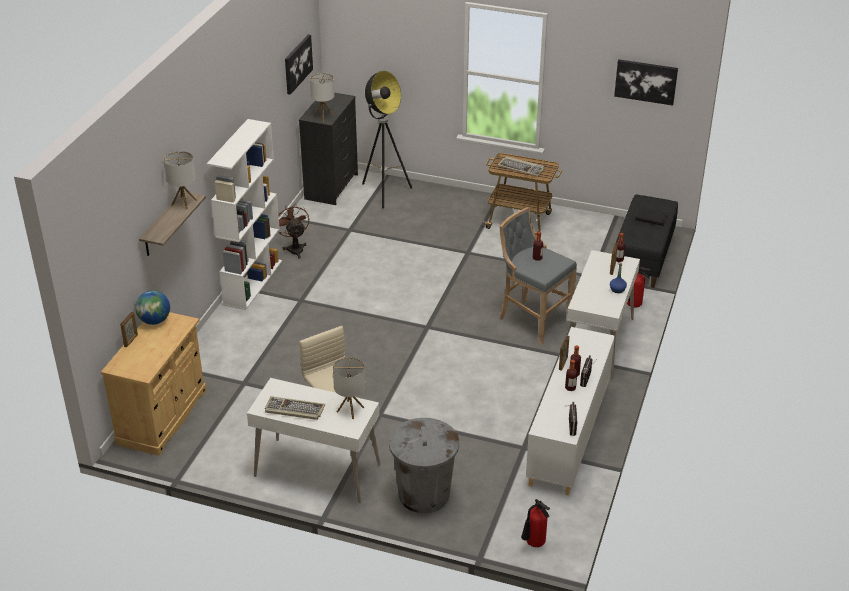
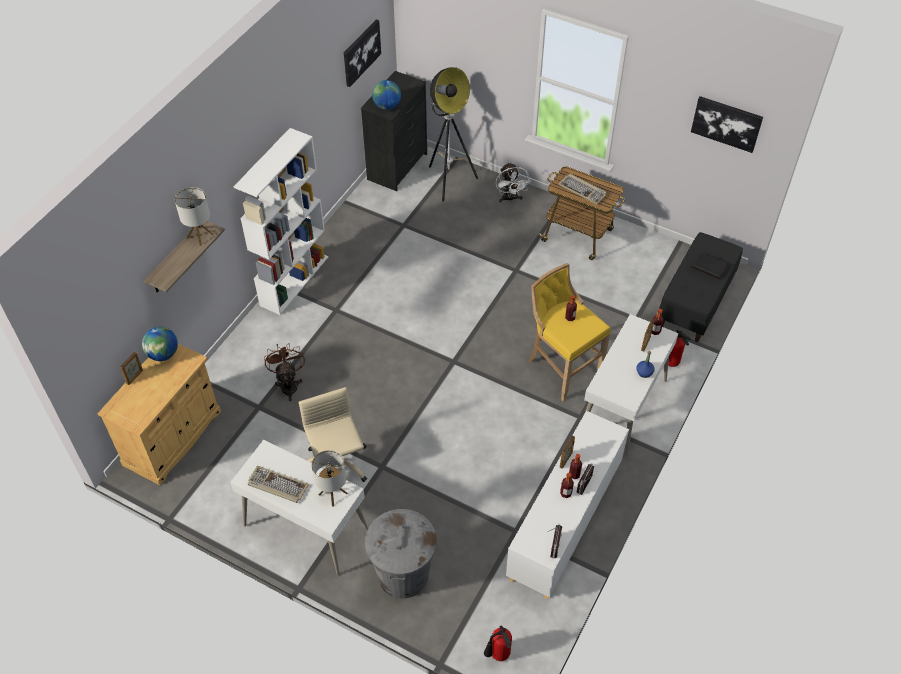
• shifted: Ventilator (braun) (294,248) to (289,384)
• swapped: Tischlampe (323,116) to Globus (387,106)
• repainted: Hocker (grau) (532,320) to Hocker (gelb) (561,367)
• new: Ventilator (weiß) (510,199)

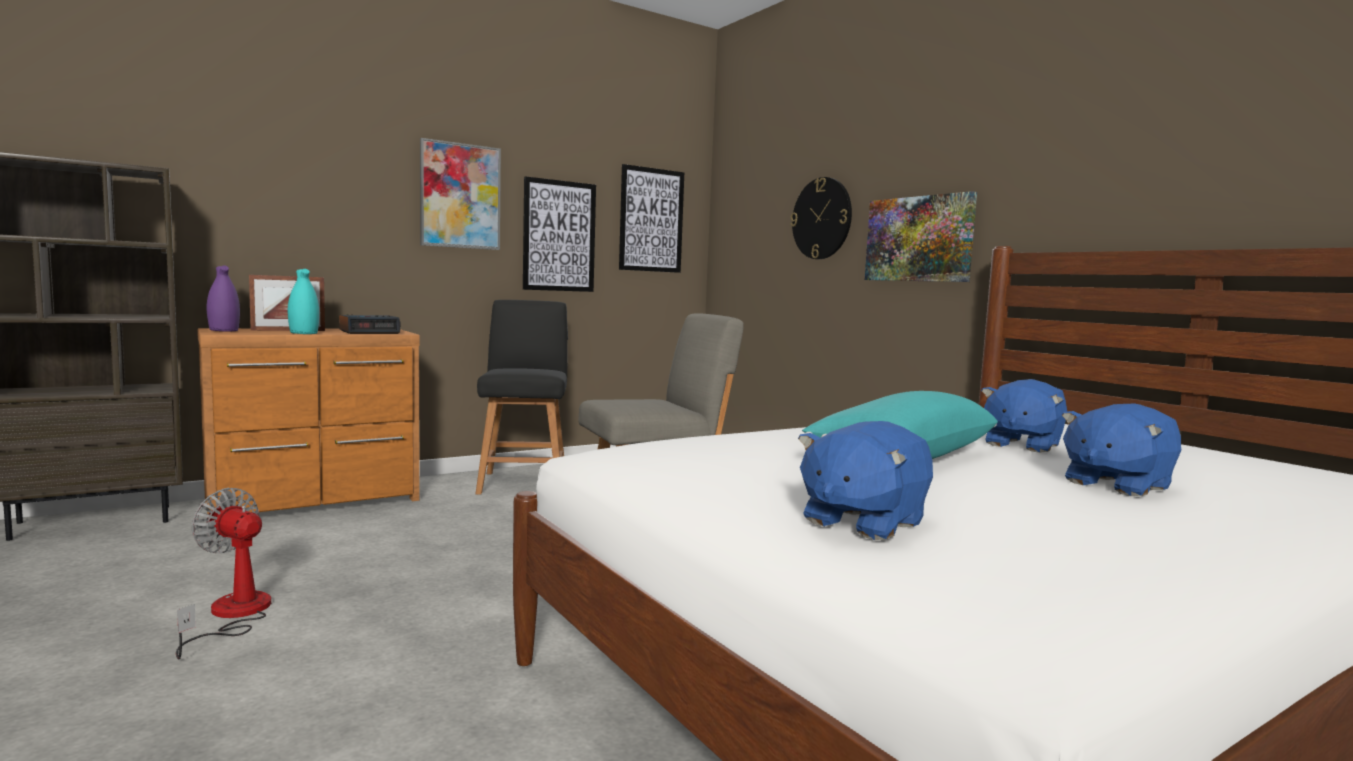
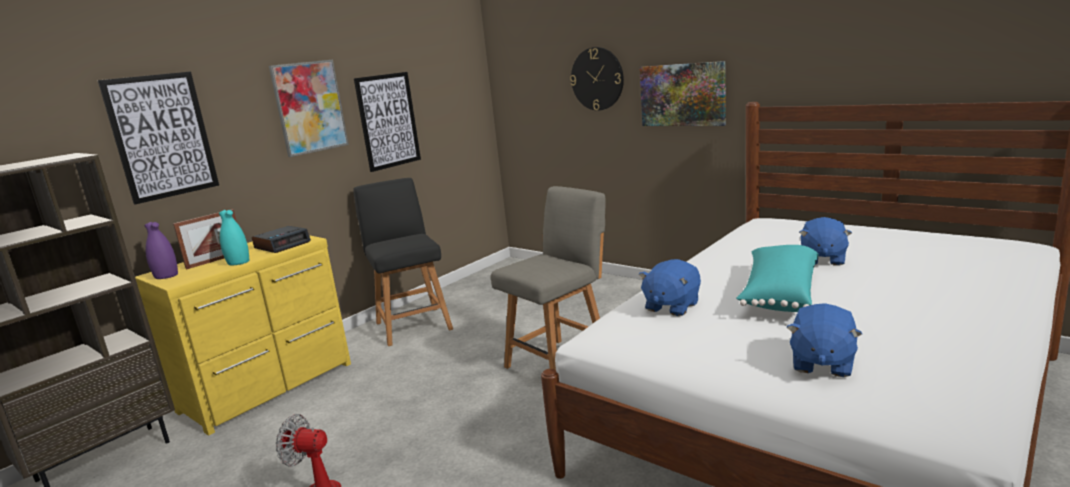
• repainted: Kommode (braun) (316,501) to Kommode (gelb) (270,387)
• shifted: Bild (651,220) to (162,136)
• shifted: Plüschtier (blau) (1115,485) to (671,306)

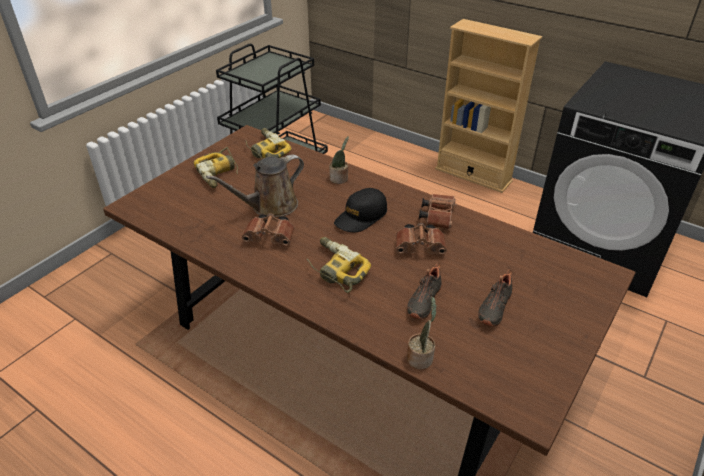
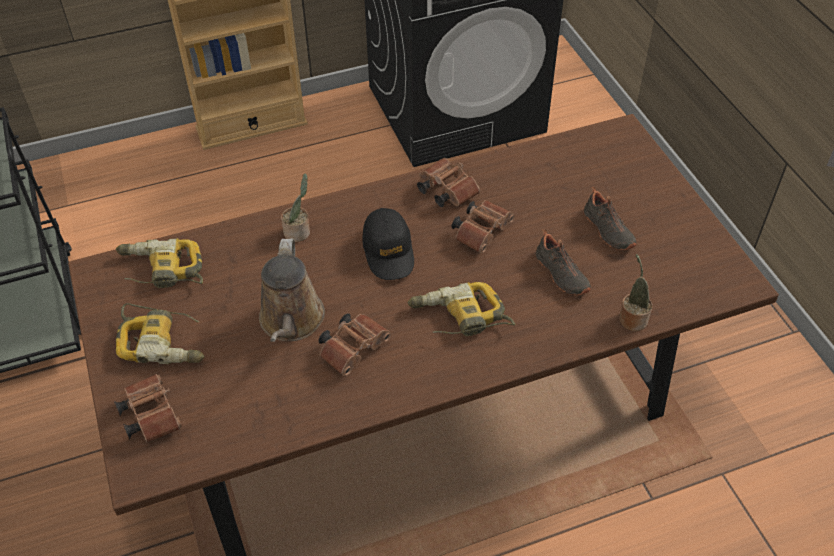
• new: Fernglas (braun) (150,414)

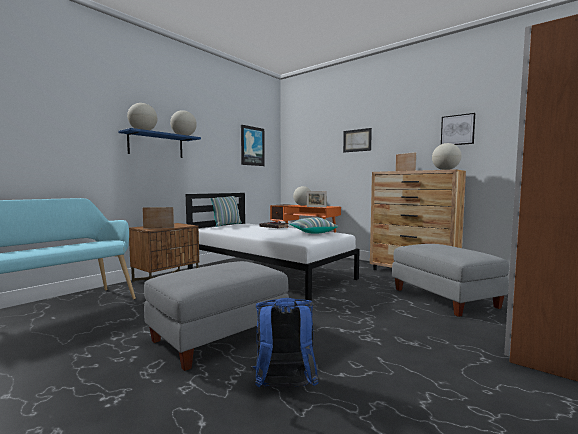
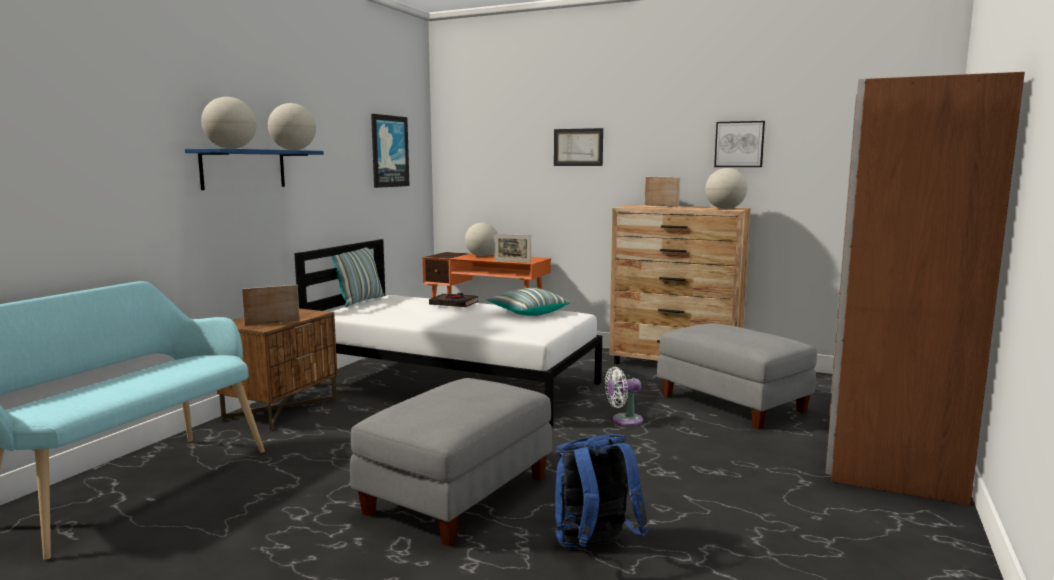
• new: Ventilator (weiß) (624,420)

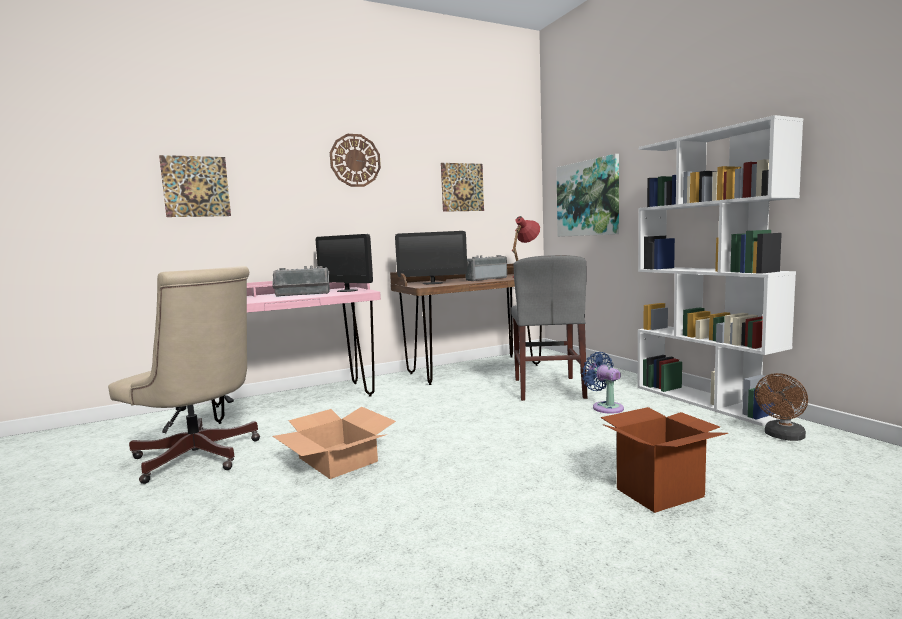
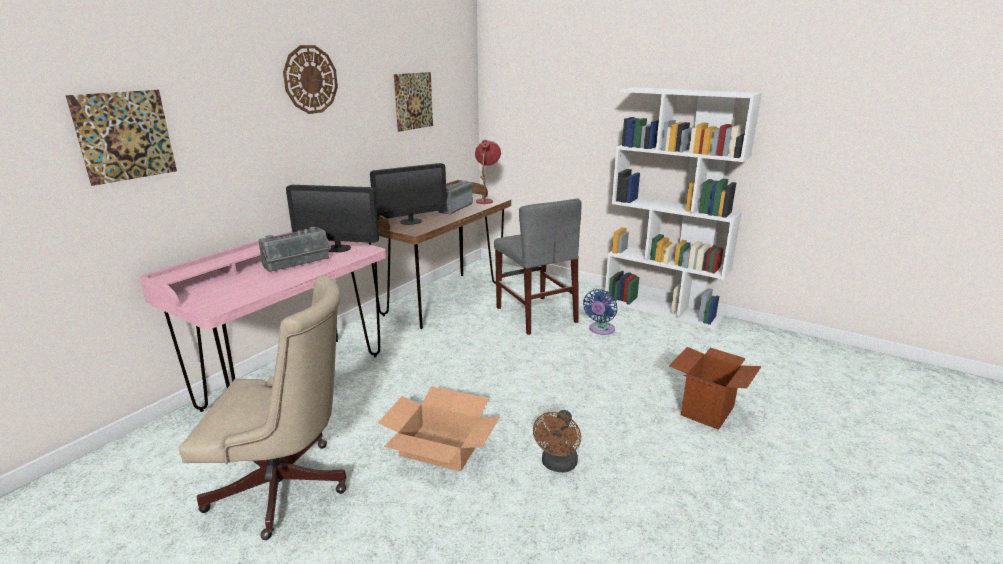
• gone: Bild (587,198)
• rotated: Ventilator (blau) (605,407) = (600,330) 90 degrees counterclockwise
• shifted: Ventilator (braun) (782,436) to (558,465)

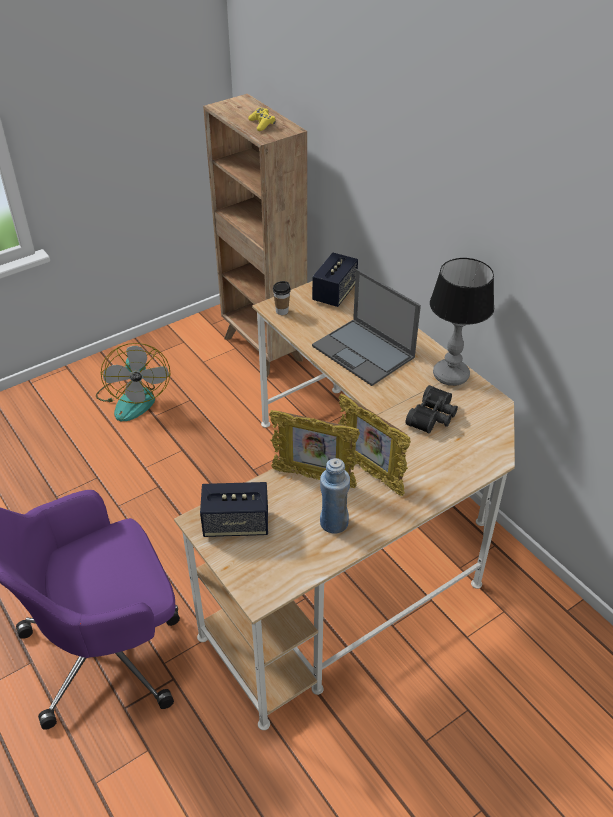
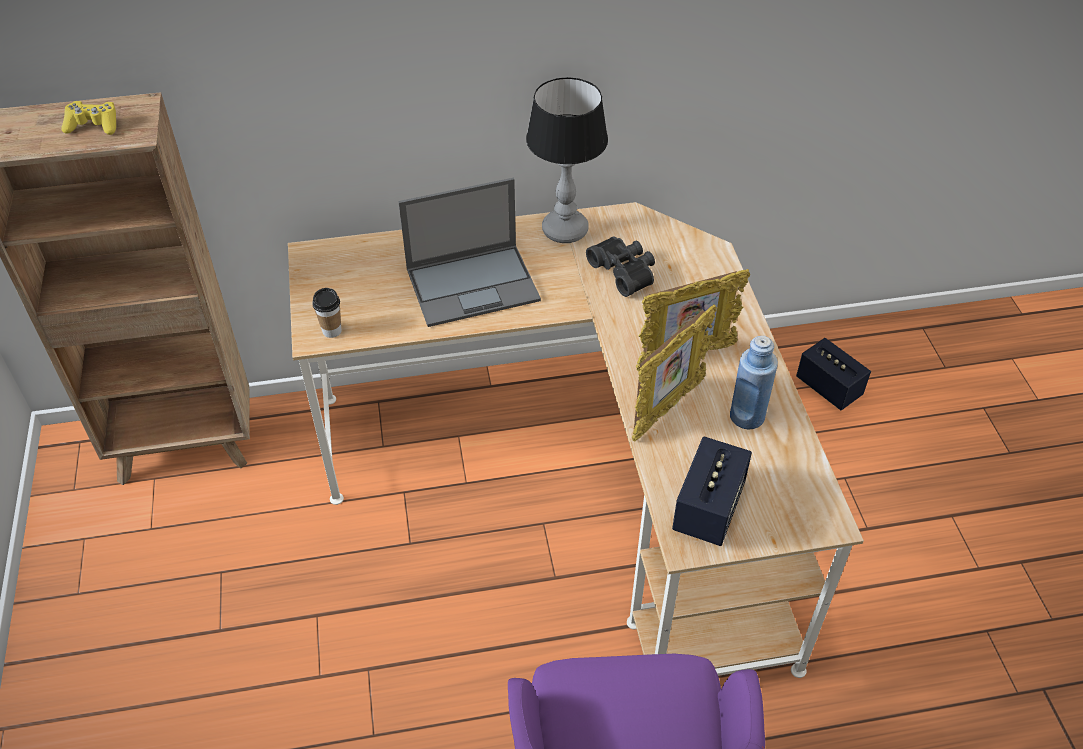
• gone: Ventilator (134,398)
• shifted: Lautsprecher (334,293) to (828,388)

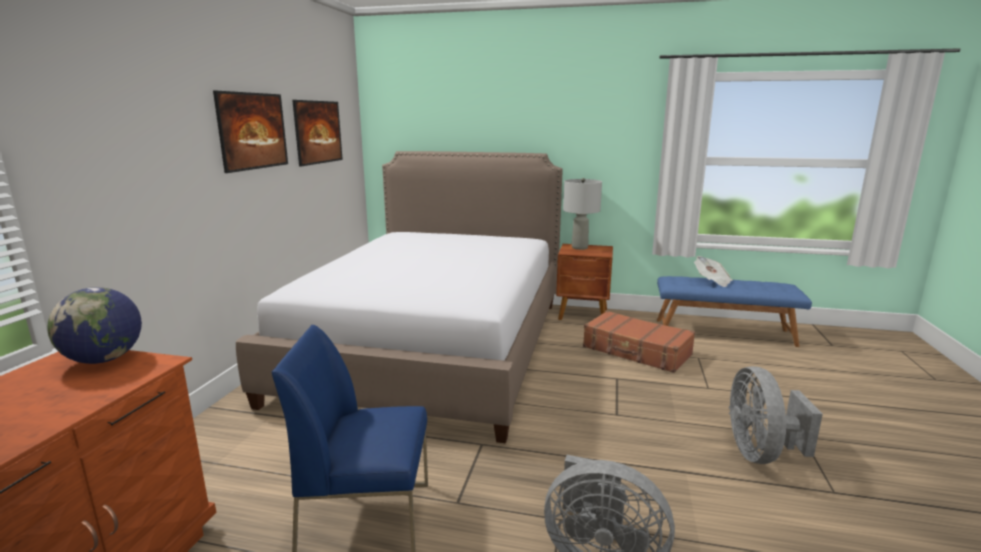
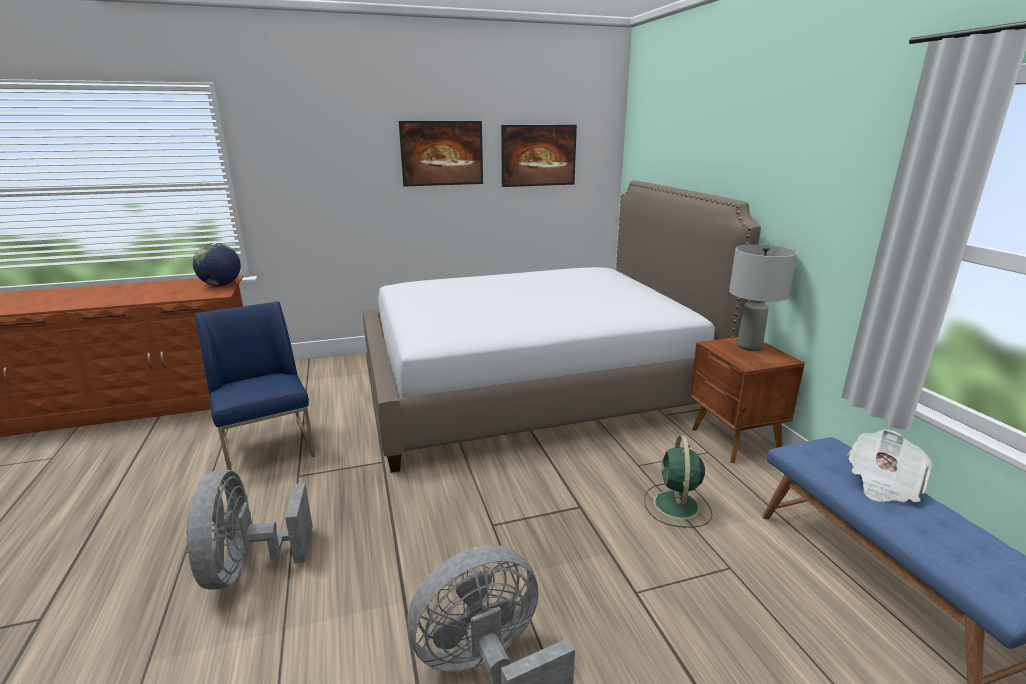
• swapped: Koffer (braun) (636,351) to Ventilator (grün) (676,506)

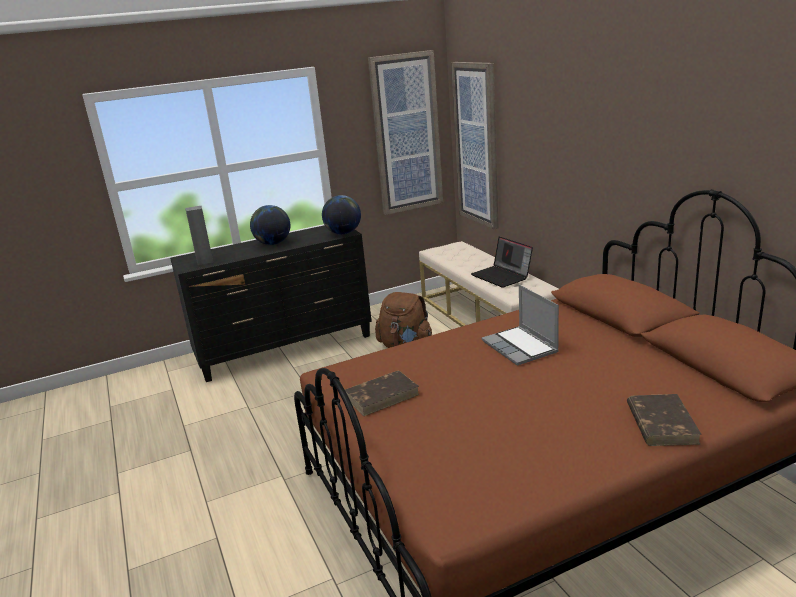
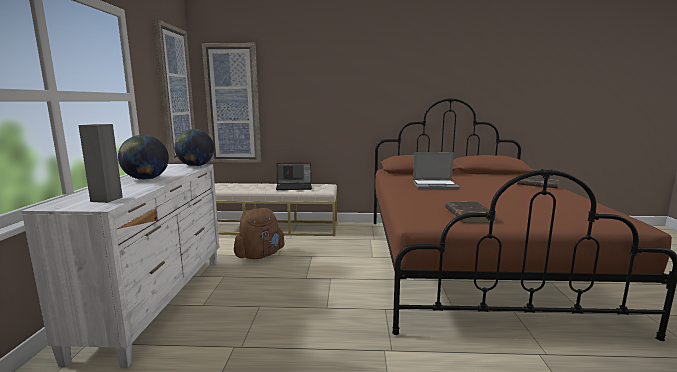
• repainted: Kommode (schwarz) (286,349) to Kommode (weiß) (158,301)

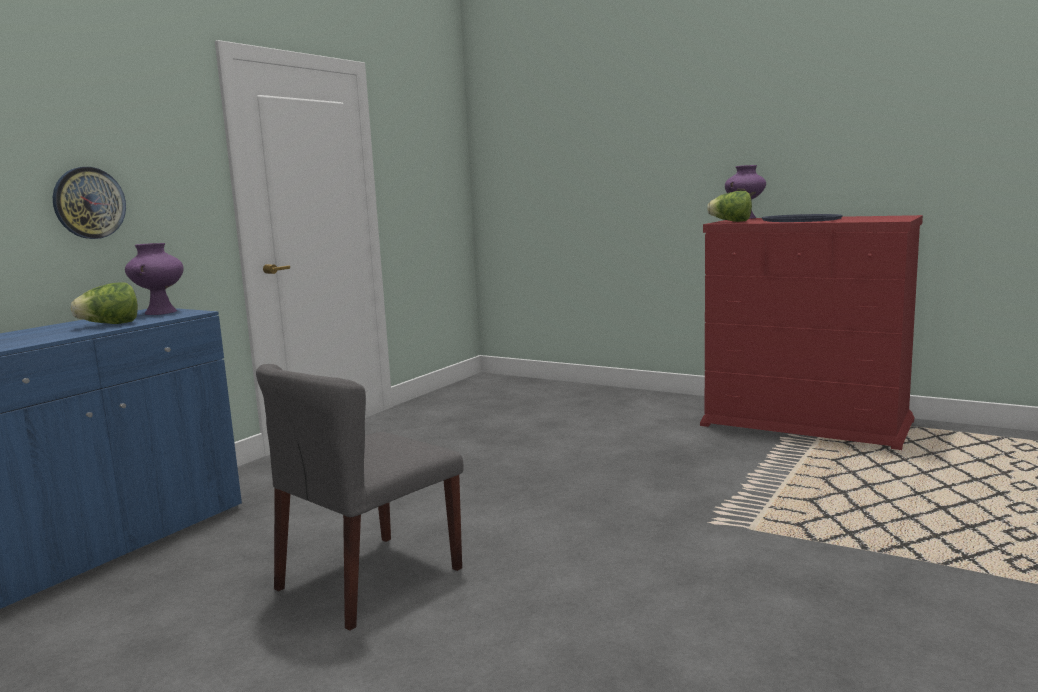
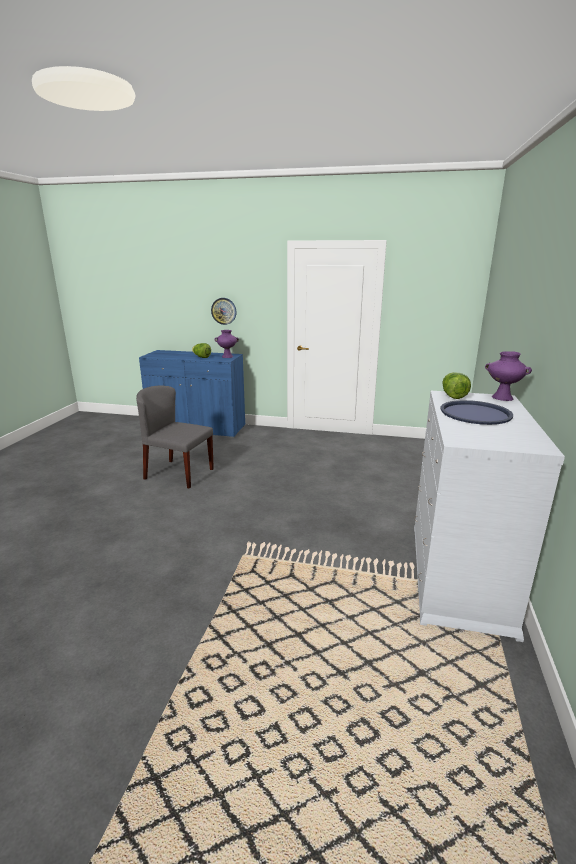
• repainted: Kommode (rot) (806,423) to Kommode (weiß) (459,575)

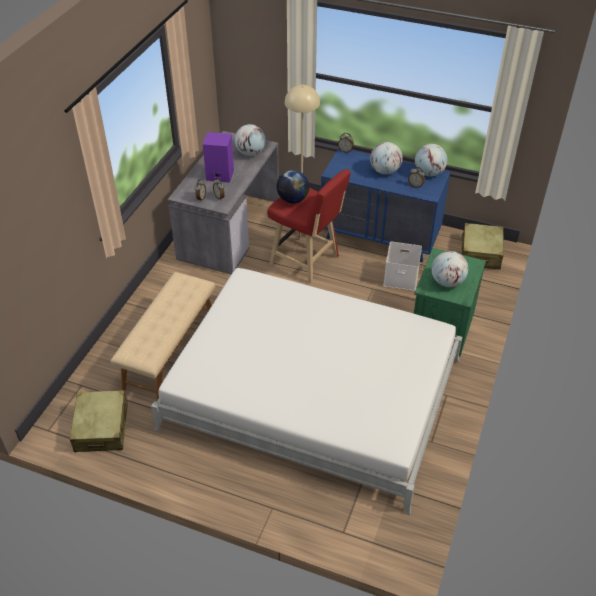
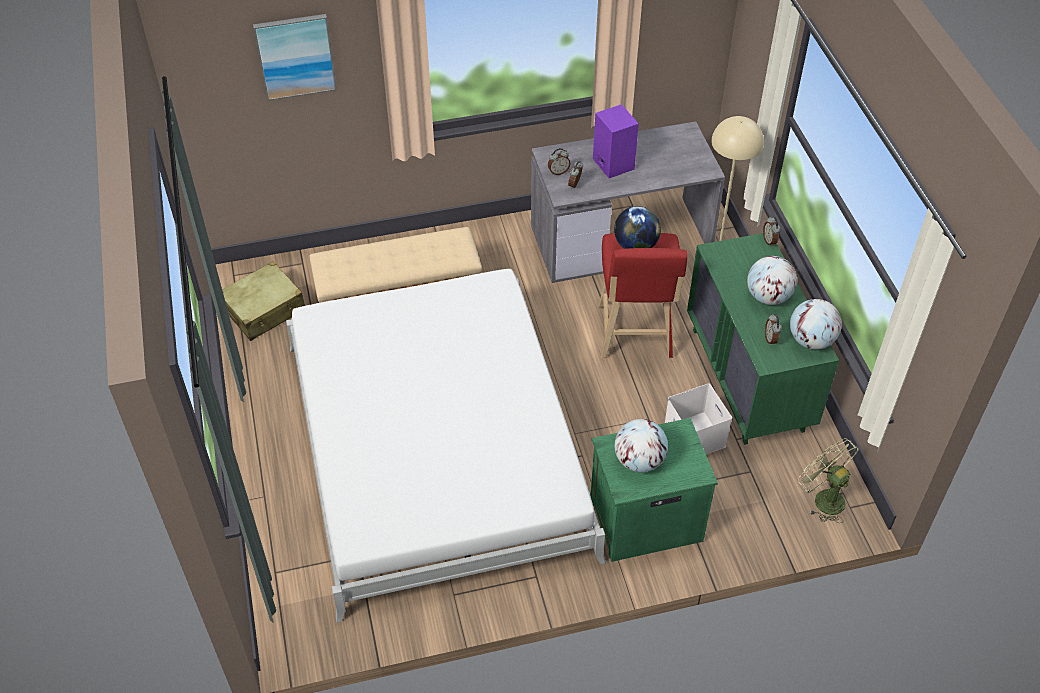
• gone: Globus (250,153)
• repainted: Kommode (blau) (380,237) to Kommode (grün) (747,380)
• swapped: Koffer (beige) (480,253) to Ventilator (grün) (823,498)
• new: Bild (295,56)

